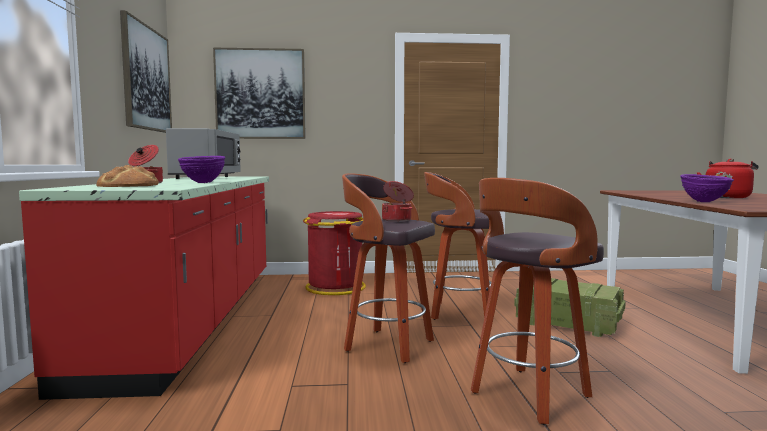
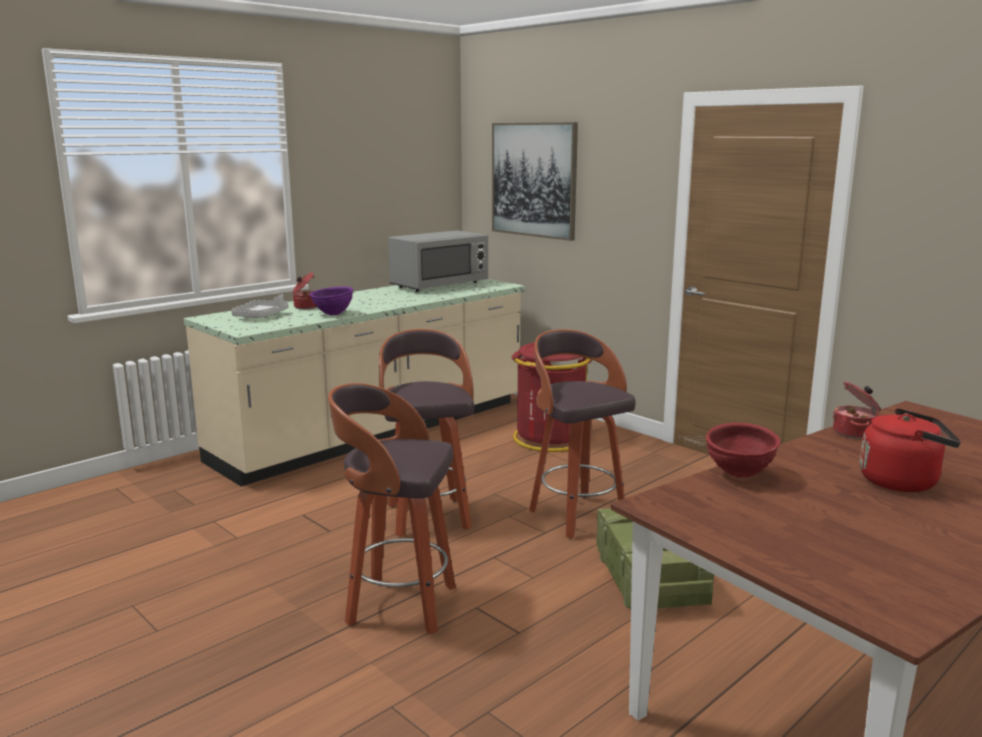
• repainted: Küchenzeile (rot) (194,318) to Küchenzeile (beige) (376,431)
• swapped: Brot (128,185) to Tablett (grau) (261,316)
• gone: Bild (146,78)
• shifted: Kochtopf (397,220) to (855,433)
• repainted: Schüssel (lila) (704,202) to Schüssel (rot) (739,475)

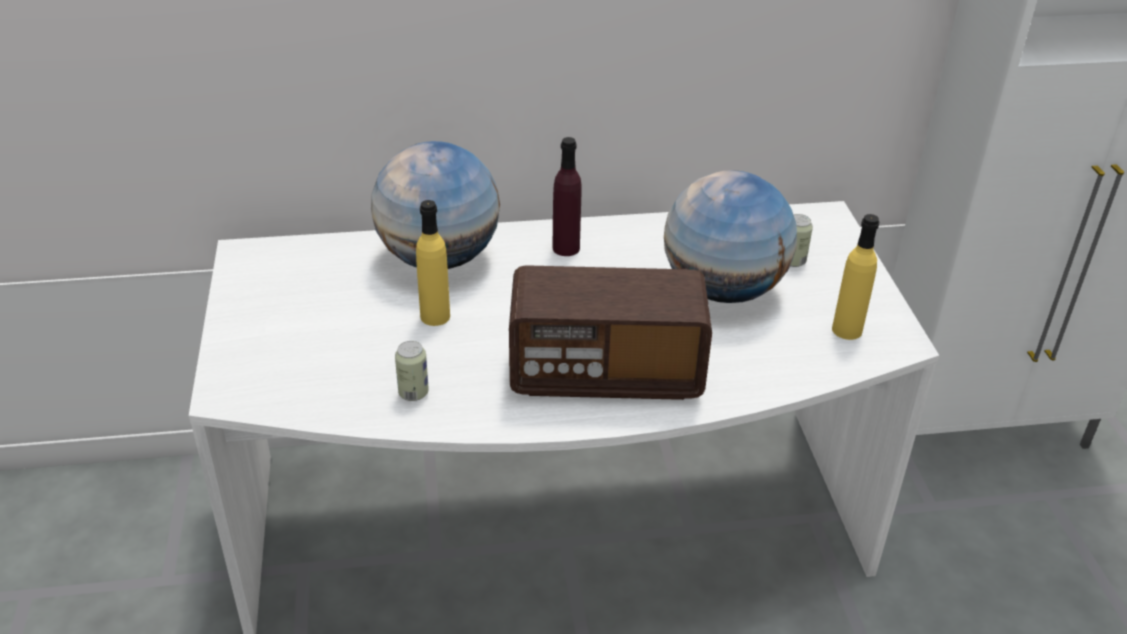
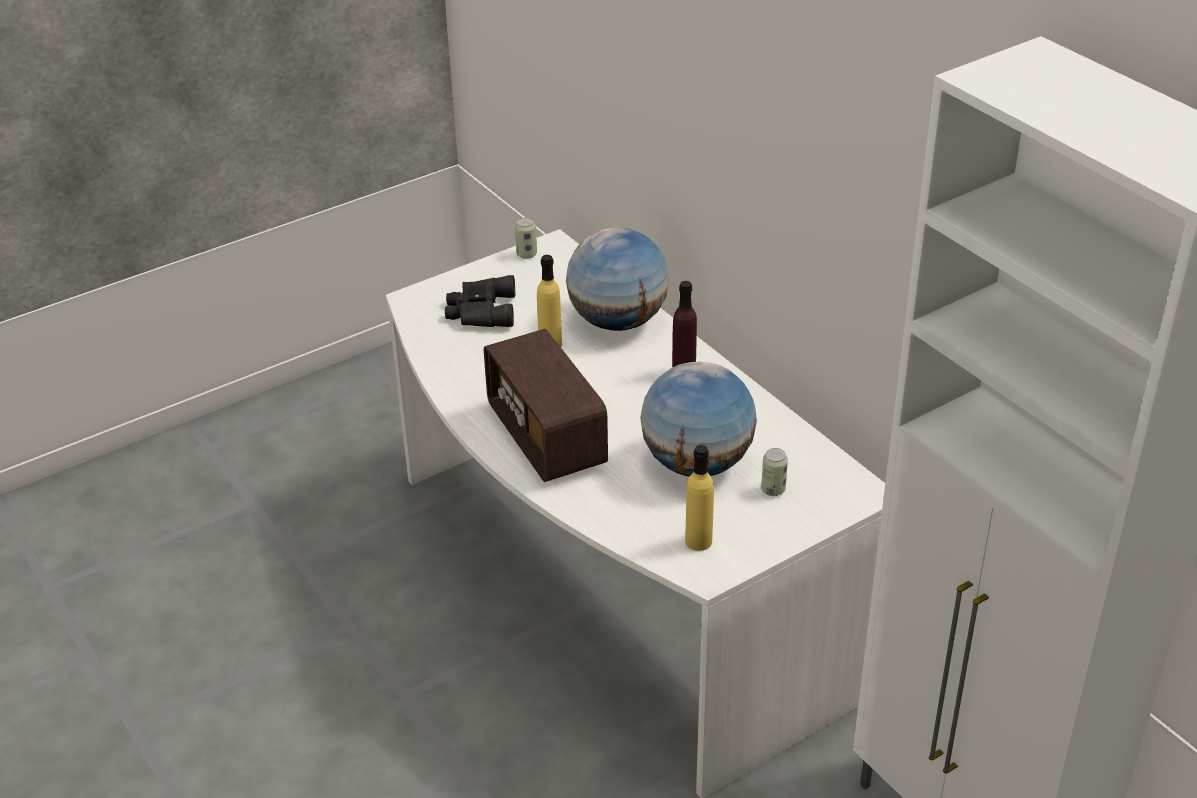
• shifted: Dose (413,393) to (526,254)
• new: Fernglas (schwarz) (480,311)

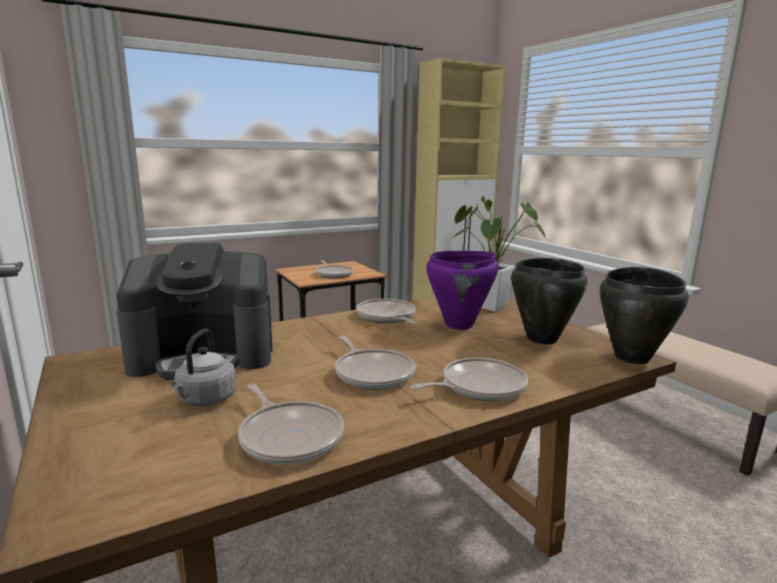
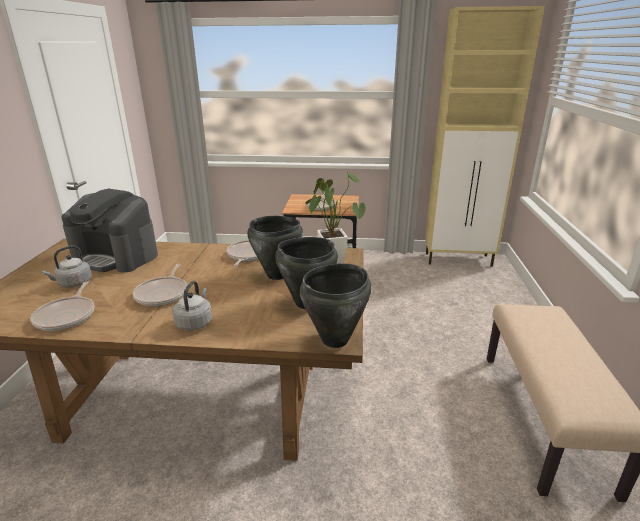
• swapped: Pfanne (479,386) to Wasserkessel (grau) (195,322)
• repainted: Kochtopf (lila) (459,325) to Kochtopf (schwarz) (277,275)

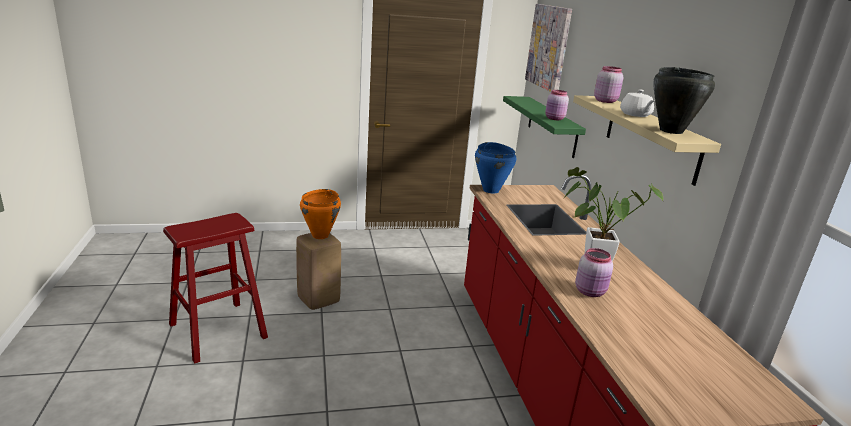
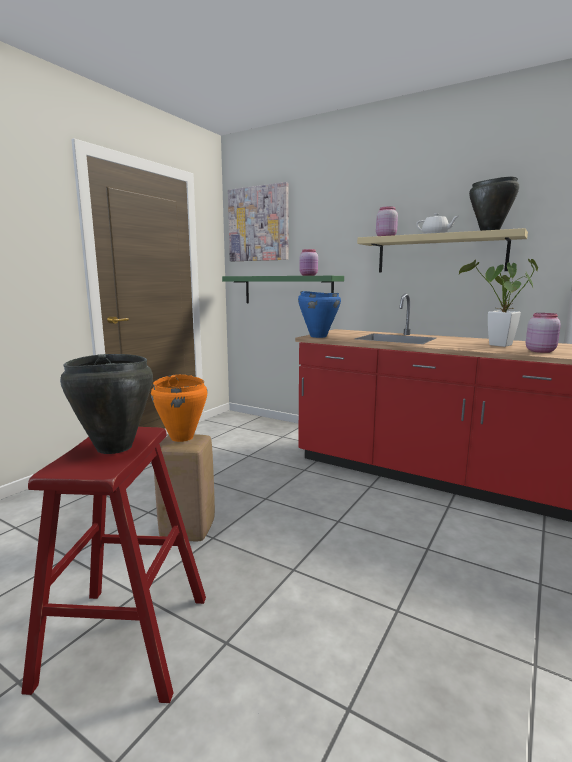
• new: Kochtopf (schwarz) (114,448)

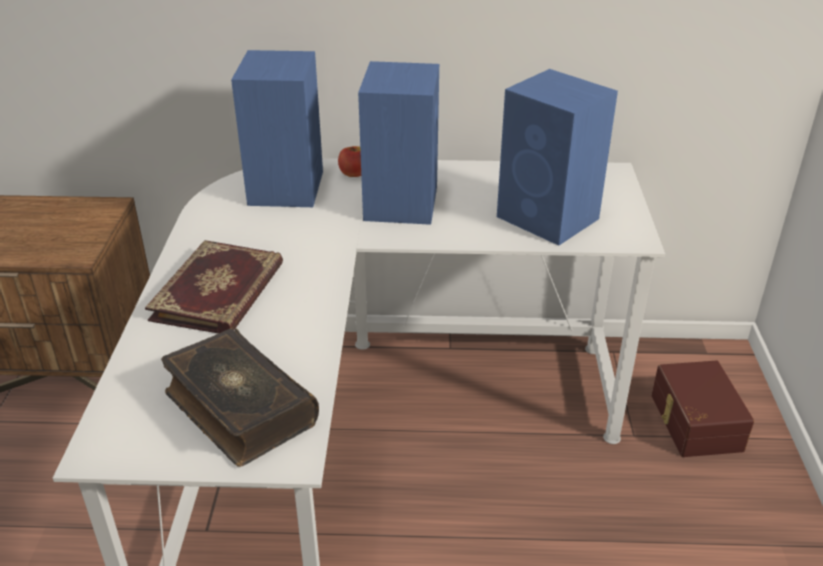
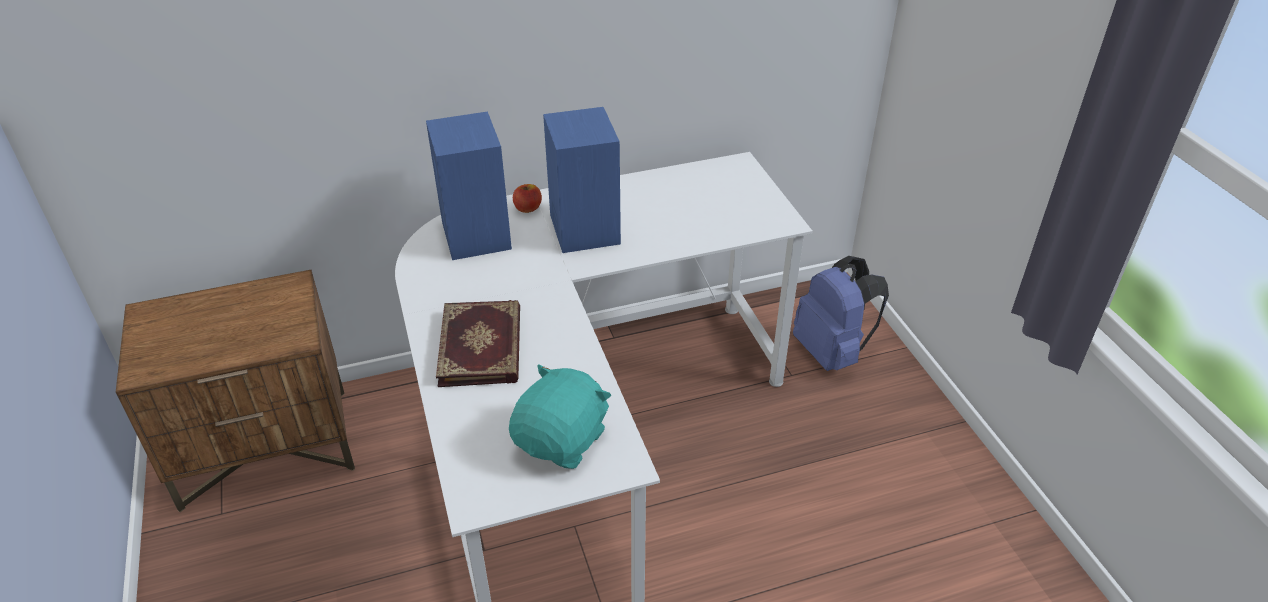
• swapped: Buch (238,408) to Plüschtier (türkis) (562,440)
• gone: Lautsprecher (blau) (549,218)
• swapped: Aufbewahrungsbox (braun) (694,422) to Rucksack (blau) (832,352)

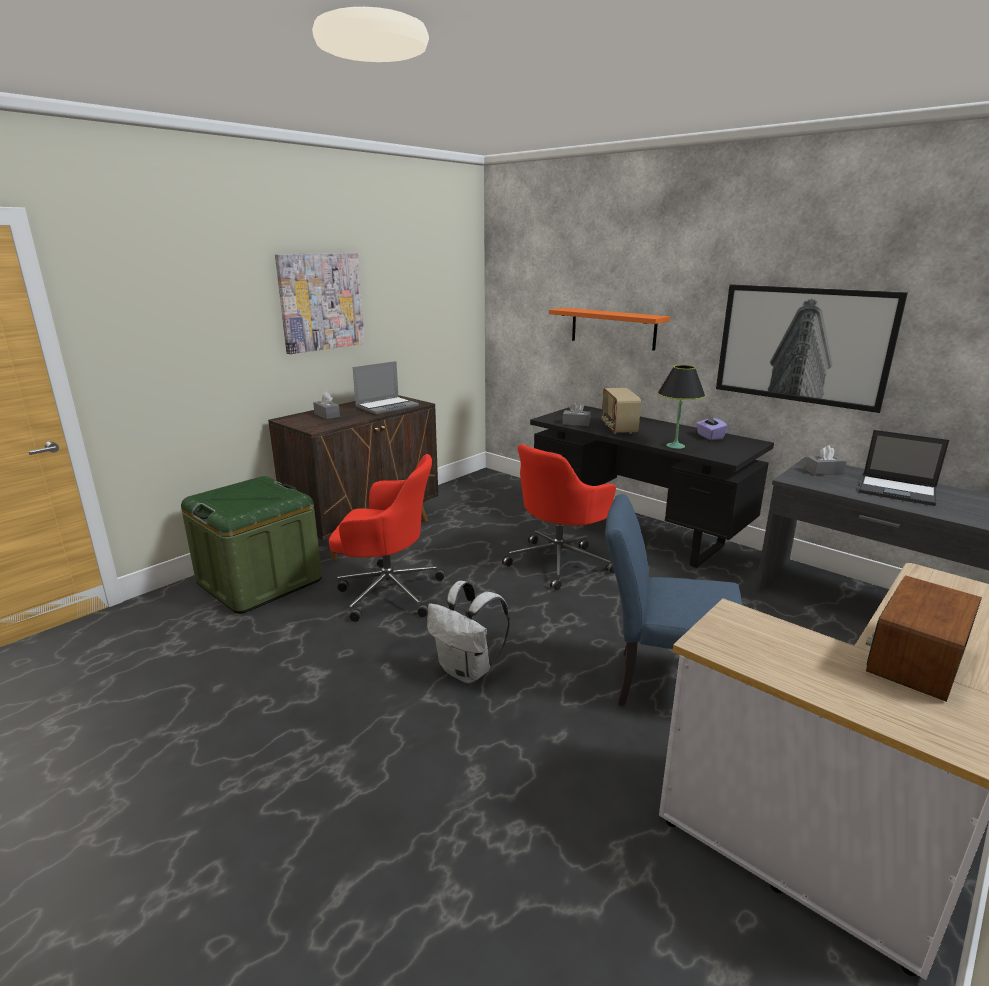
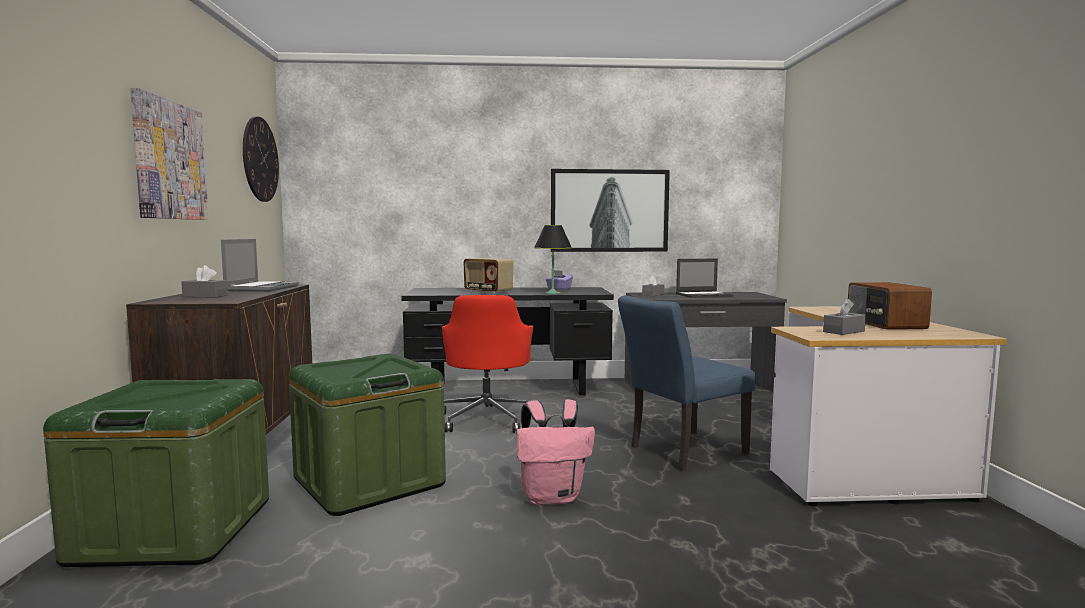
• swapped: Bürostuhl (rot) (387,592) to Aufbewahrungsbox (grün) (369,482)
• repainted: Rucksack (weiß) (467,671) to Rucksack (rosa) (552,497)
• gone: Wandregal (orange) (613,328)
• shifted: Taschentuchbox (grau) (576,423) to (843,331)
• new: Wanduhr (260,159)

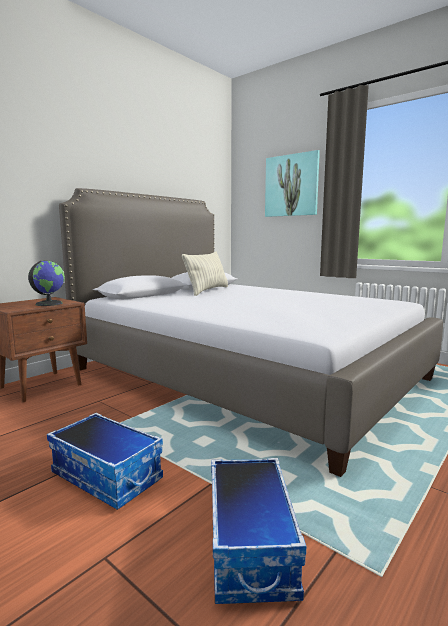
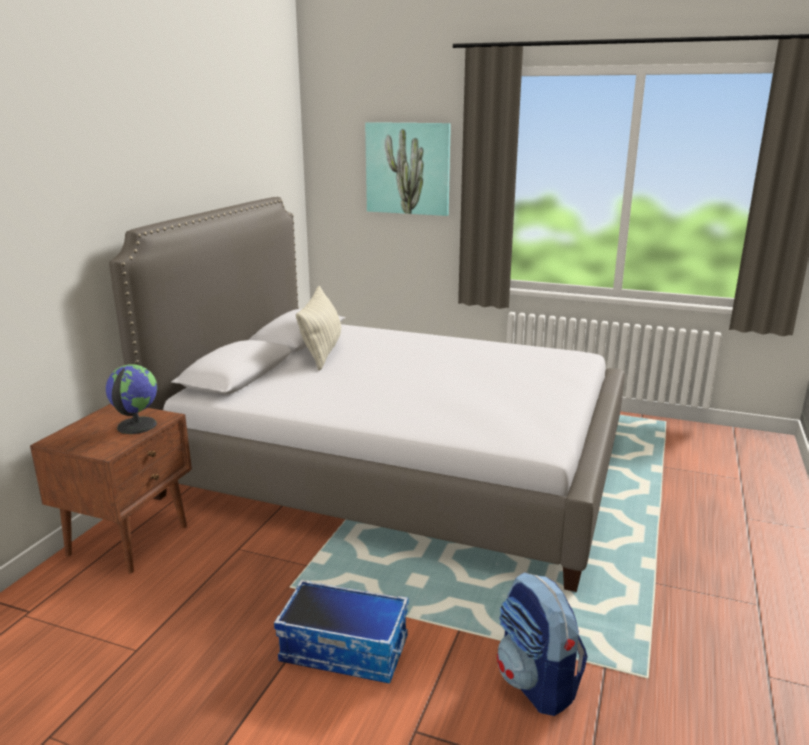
• swapped: Aufbewahrungsbox (252,547) to Rucksack (537,683)

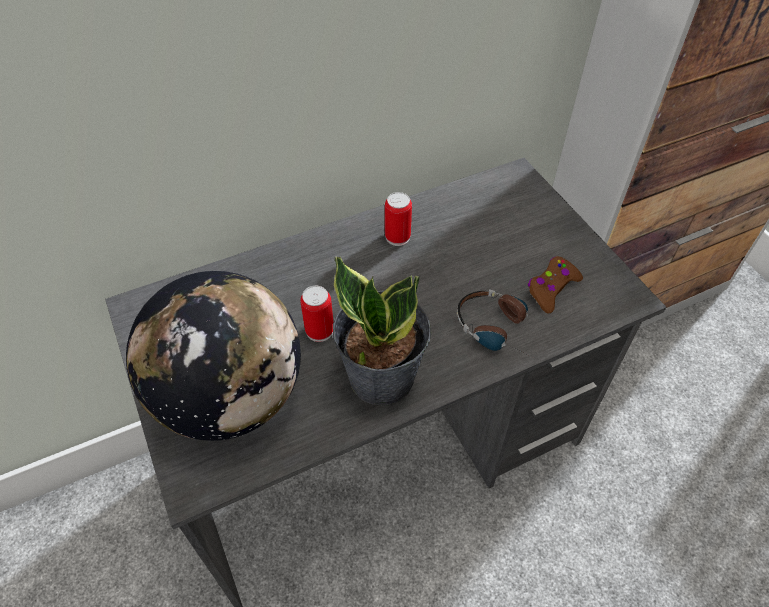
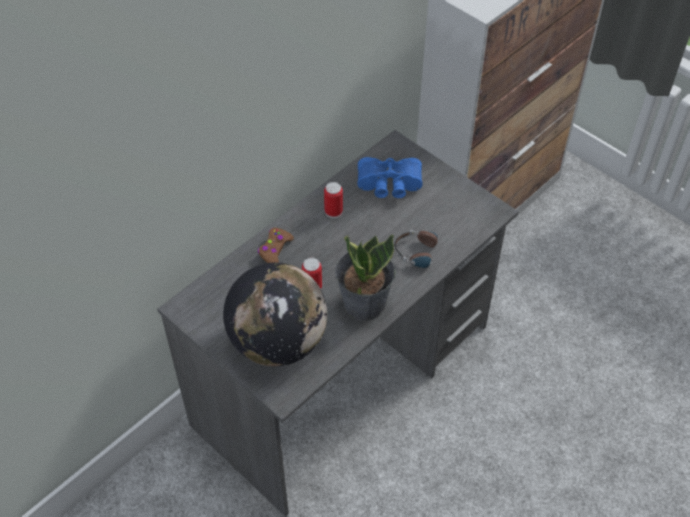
• shifted: Gamepad (braun) (551,288) to (275,250)
• new: Fernglas (blau) (389,186)

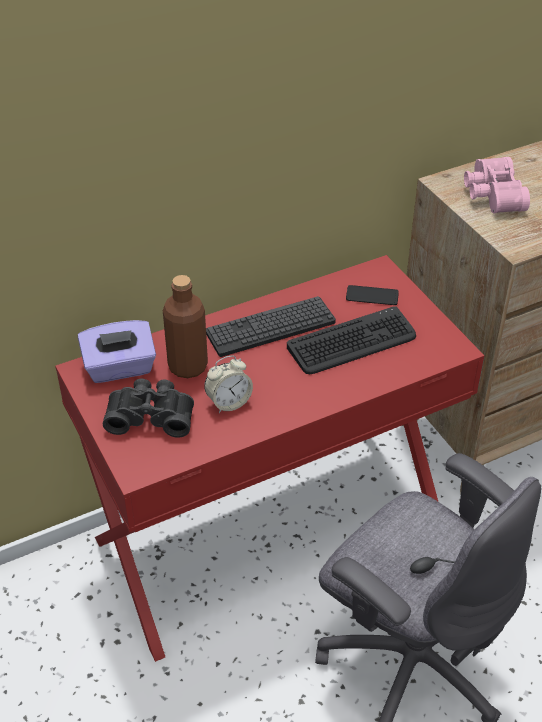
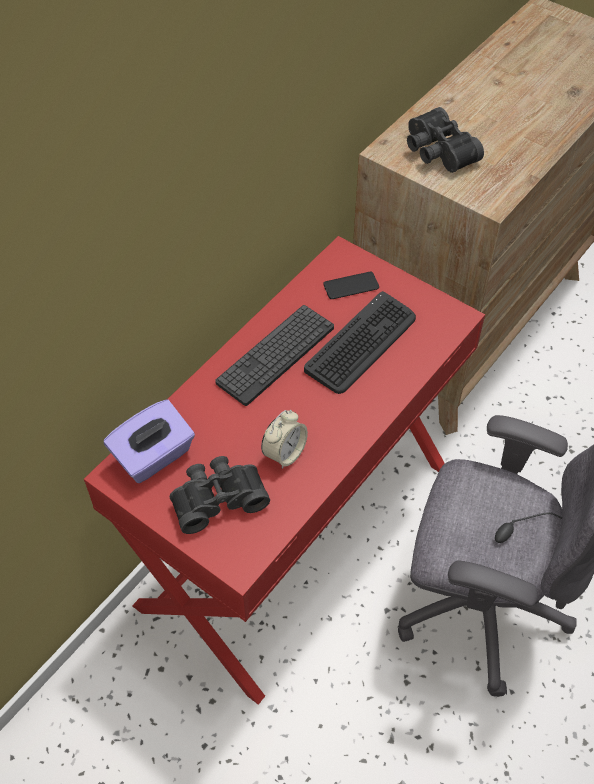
• gone: Flasche (braun) (188,366)
• repainted: Fernglas (rosa) (491,195) to Fernglas (schwarz) (437,152)

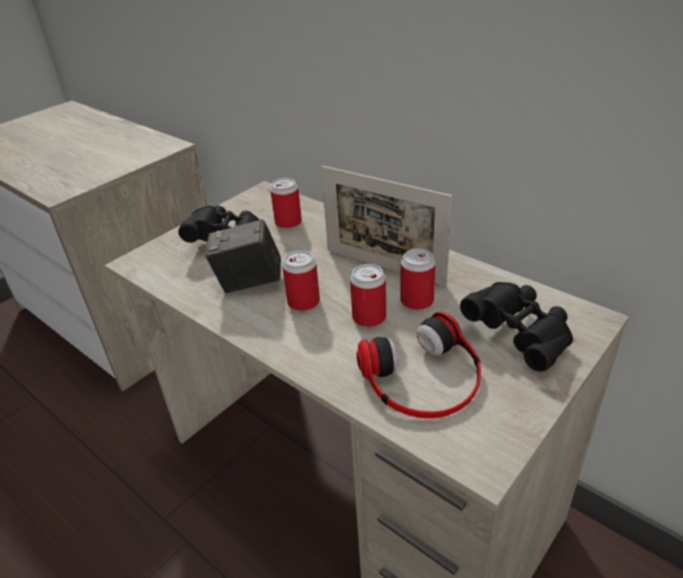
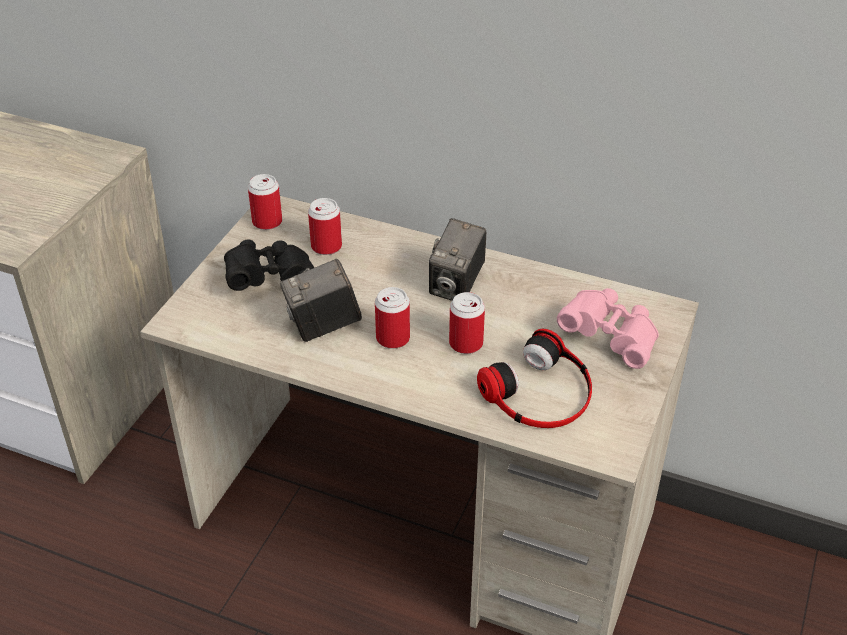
• swapped: Bilderrahmen (384,267) to Kamera (456,286)
• shifted: Dose (417,301) to (267,222)
• repainted: Fernglas (schwarz) (519,336) to Fernglas (rosa) (610,338)

